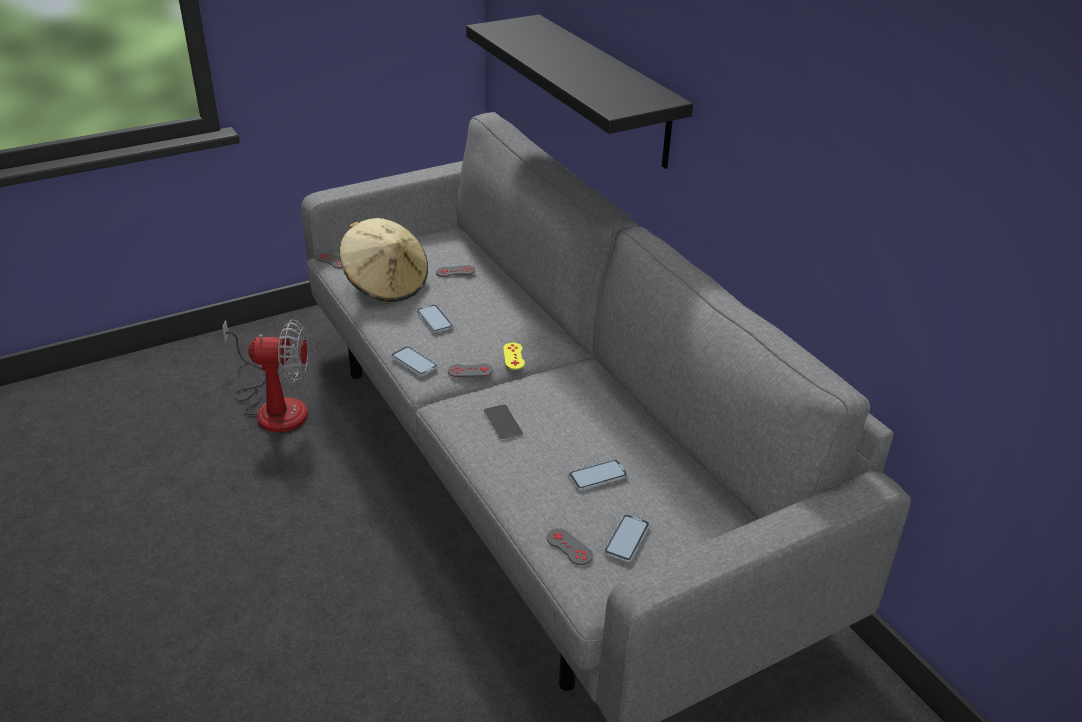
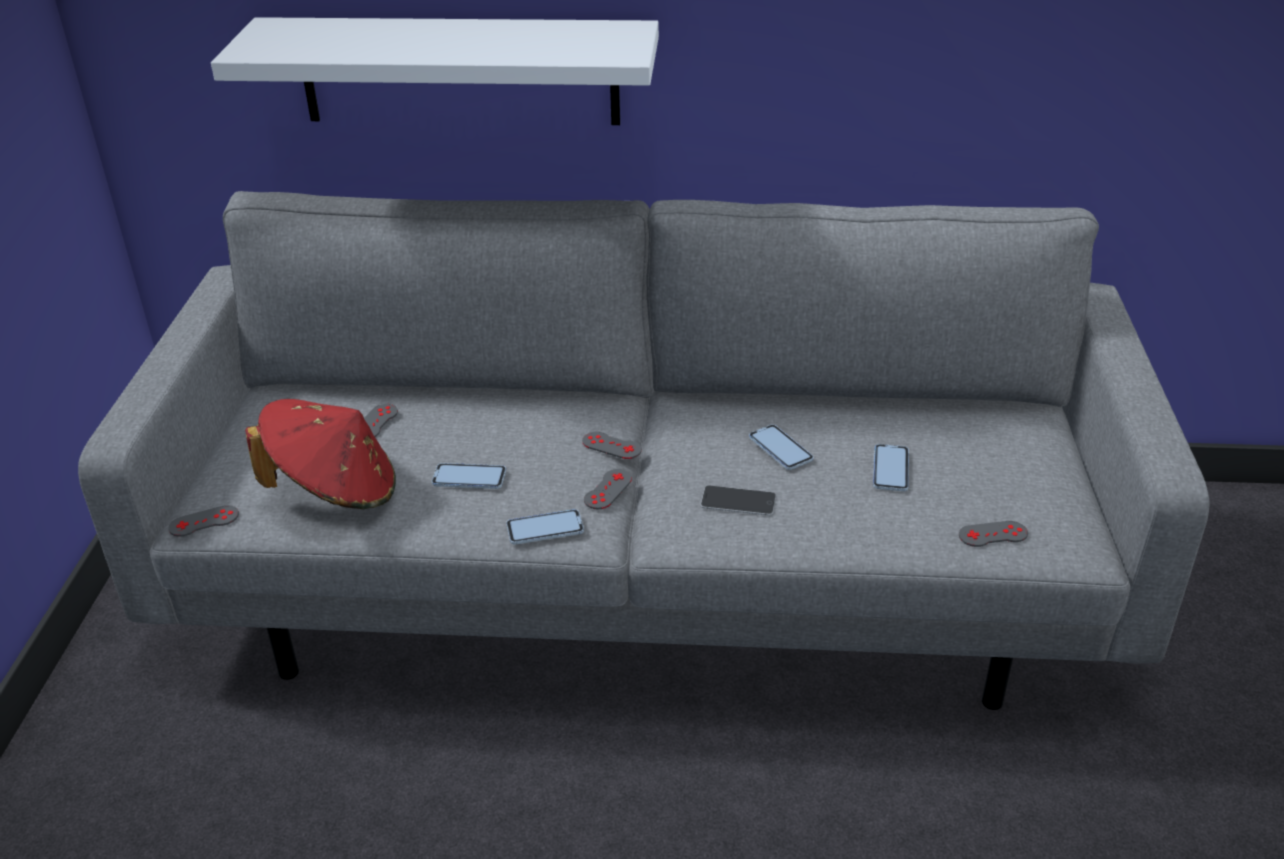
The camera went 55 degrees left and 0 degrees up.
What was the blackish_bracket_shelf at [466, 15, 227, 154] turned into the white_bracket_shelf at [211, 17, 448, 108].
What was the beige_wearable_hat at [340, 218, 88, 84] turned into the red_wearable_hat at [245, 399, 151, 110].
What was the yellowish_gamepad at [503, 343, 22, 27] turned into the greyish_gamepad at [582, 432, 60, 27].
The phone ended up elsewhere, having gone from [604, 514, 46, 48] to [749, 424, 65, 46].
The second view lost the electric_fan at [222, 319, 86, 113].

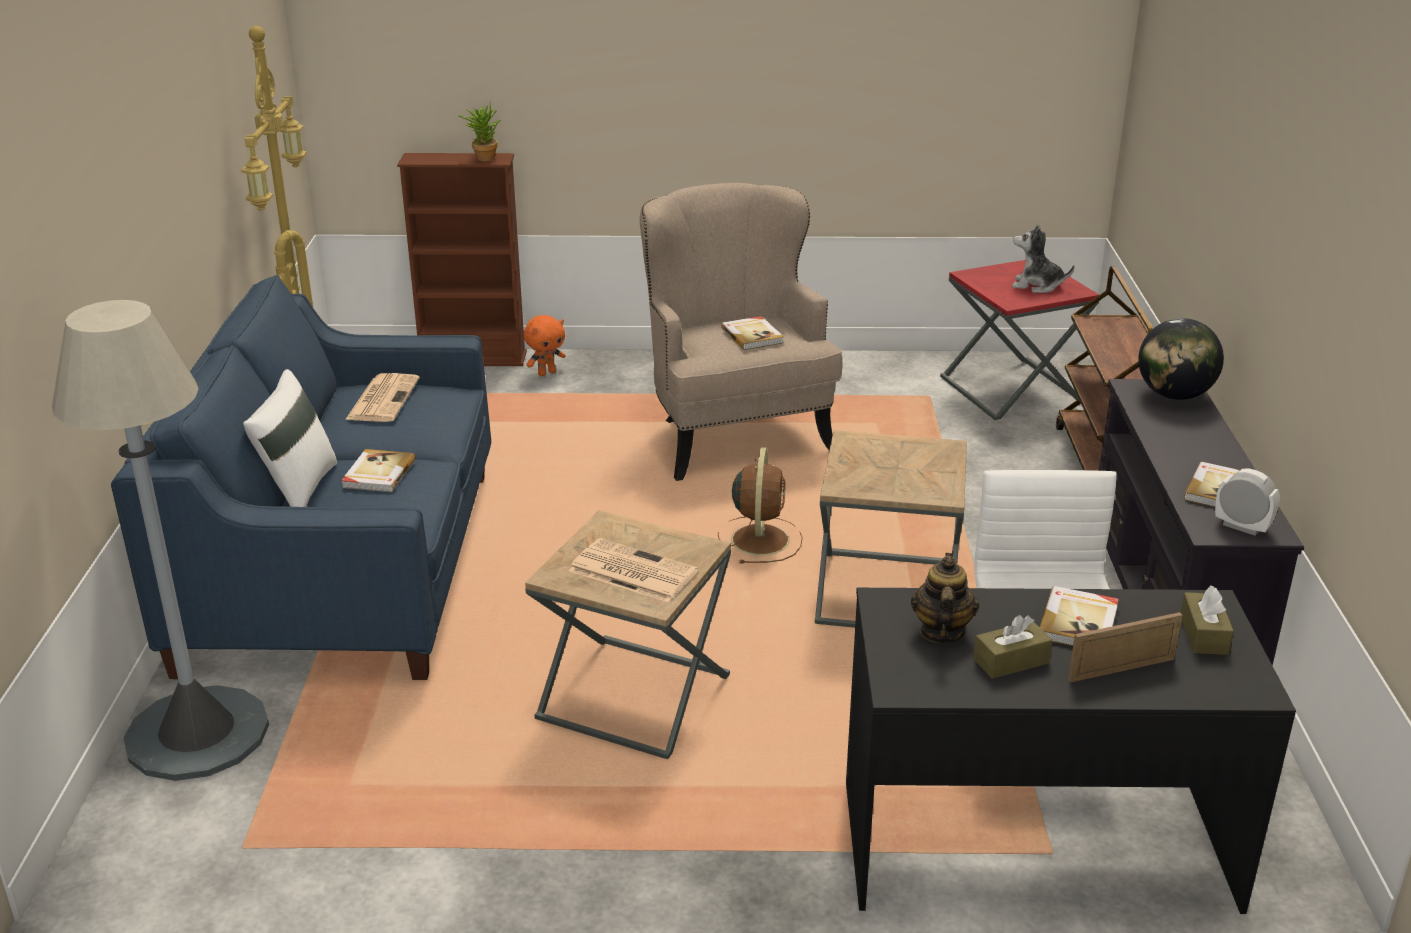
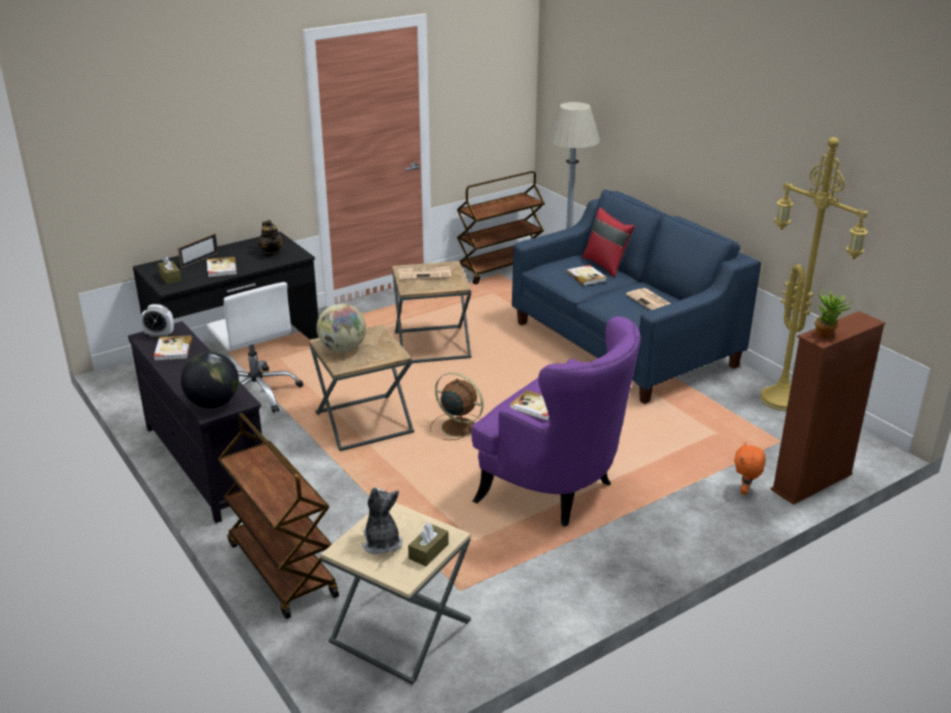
The camera went 145 degrees right and 0 degrees up.
The second view gained the globe at [317, 303, 49, 49].
What was the red_side_table at [940, 260, 159, 160] turned into the beige_side_table at [321, 503, 150, 181].
The cuddly_toy at [1012, 224, 62, 69] ended up facing another way, 90 degrees counterclockwise from before.
The brown_box_of_tissues ended up elsewhere, having gone from [973, 615, 80, 64] to [408, 523, 41, 43].
The brown_electric_fan at [718, 447, 85, 117] ended up facing another way, 150 degrees clockwise from before.
The second view gained the brown_wheeled_cart at [457, 171, 88, 113].
What was the beige_lounge_chair at [640, 183, 203, 298] turned into the purplish_lounge_chair at [472, 316, 169, 211].
What was the white_throw_pillow at [243, 369, 94, 138] turned into the red_throw_pillow at [582, 207, 53, 71].

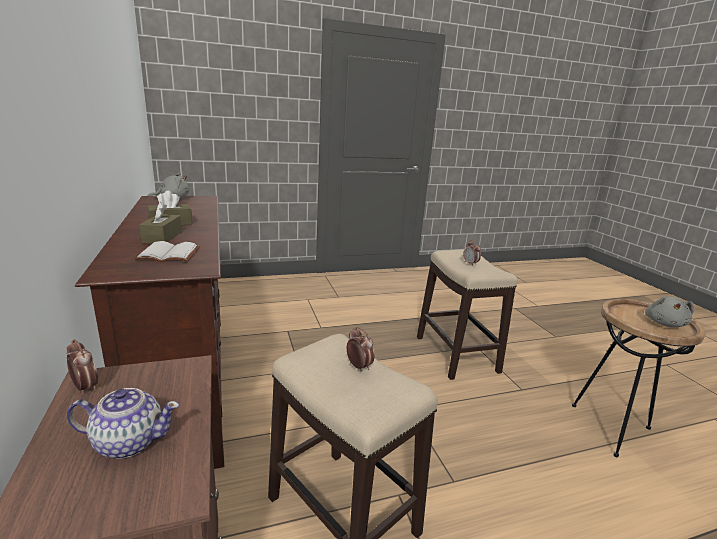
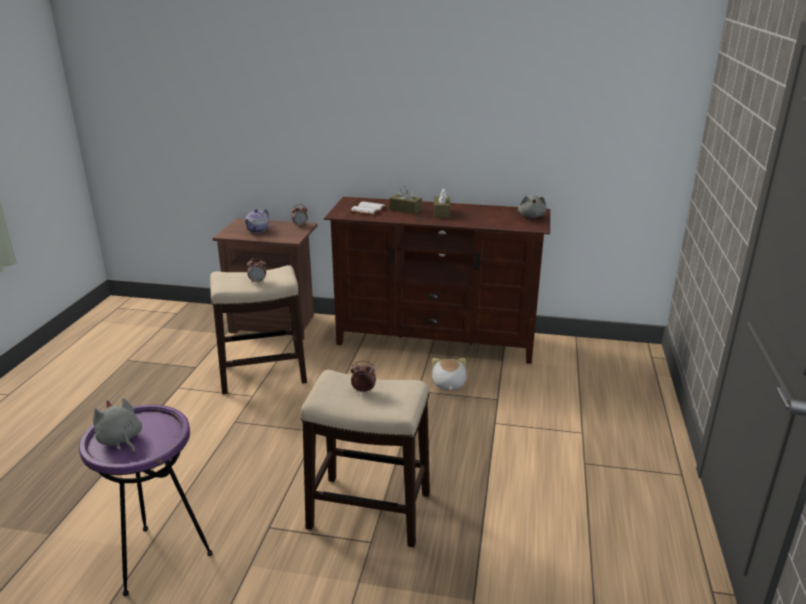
The camera went 120 degrees right and 5 degrees up.
What was the brown_side_table at [572, 299, 134, 158] turned into the purplish_side_table at [79, 405, 133, 191].
The second view gained the cuddly_toy at [432, 358, 35, 32].

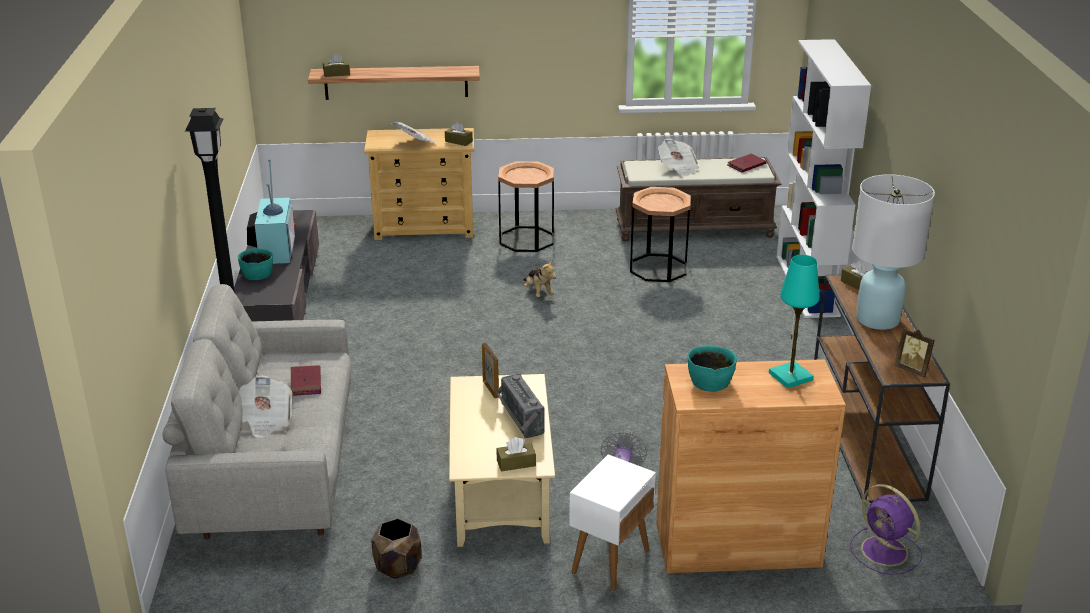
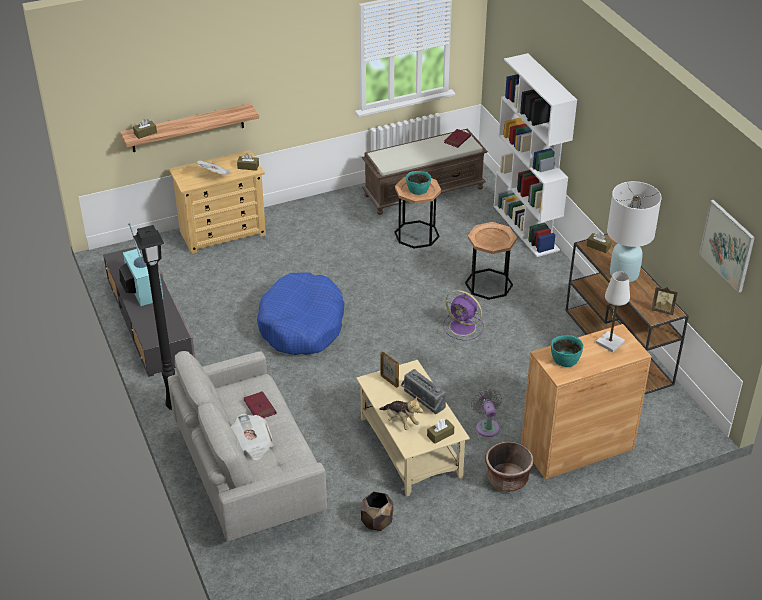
The camera went 20 degrees left and 10 degrees up.
The second view gained the bluish_dog_cushion at [257, 273, 87, 82].
The cuddly_toy ended up elsewhere, having gone from [523, 260, 33, 37] to [379, 397, 44, 33].
The turquoise_serving_bowl ended up elsewhere, having gone from [238, 248, 35, 32] to [406, 171, 25, 24].
The purplish_electric_fan ended up elsewhere, having gone from [850, 484, 72, 91] to [443, 290, 41, 51].
The brown_side_table ended up elsewhere, having gone from [498, 161, 56, 91] to [465, 222, 52, 78].
Where the white_side_table stood at [569, 454, 87, 137], the brown_flower_pot came to stand at [485, 441, 49, 51].
What was the turquoise_tabletop_lamp at [769, 255, 51, 133] turned into the white_tabletop_lamp at [596, 271, 34, 81].
The second view gained the wall_picture at [699, 200, 56, 93].
The second view lost the printed_paper at [658, 139, 41, 38].

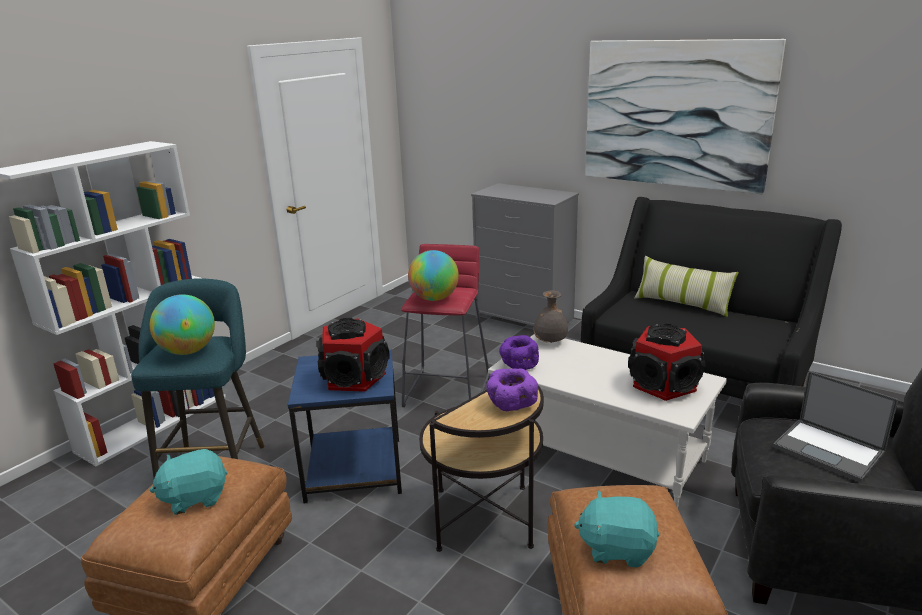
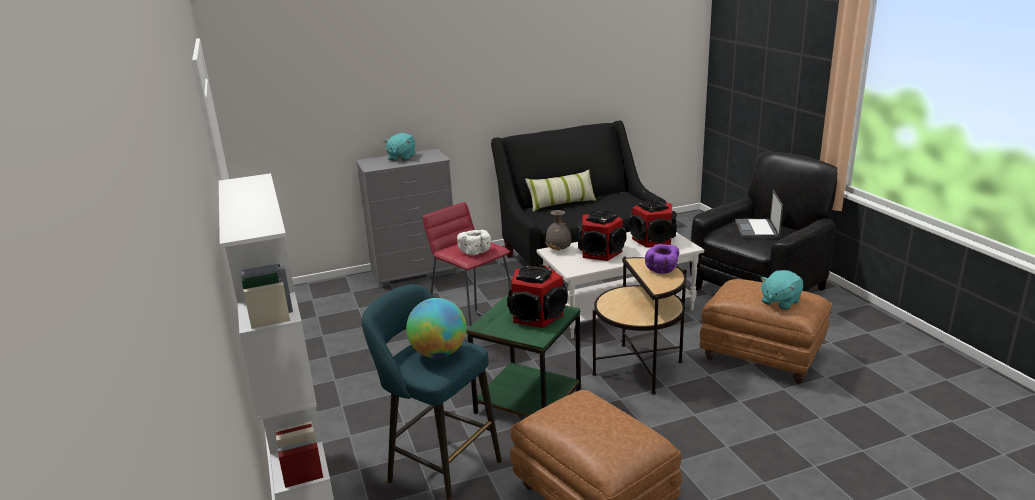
The camera went 55 degrees left and 0 degrees up.
The turquoise_cuddly_toy ended up elsewhere, having gone from [150, 449, 77, 66] to [384, 133, 31, 28].
Where the globe stood at [408, 250, 51, 51], the white_serving_bowl came to stand at [457, 230, 34, 25].
What was the bluish_side_table at [288, 349, 114, 154] turned into the greenish_side_table at [466, 294, 115, 123].
The second view gained the loudspeaker at [578, 211, 49, 50].
The portable_computer at [773, 371, 125, 111] ended up facing another way, 105 degrees clockwise from before.
The second view lost the purplish_serving_bowl at [499, 335, 40, 35].
The second view lost the wall_picture at [585, 39, 201, 155].

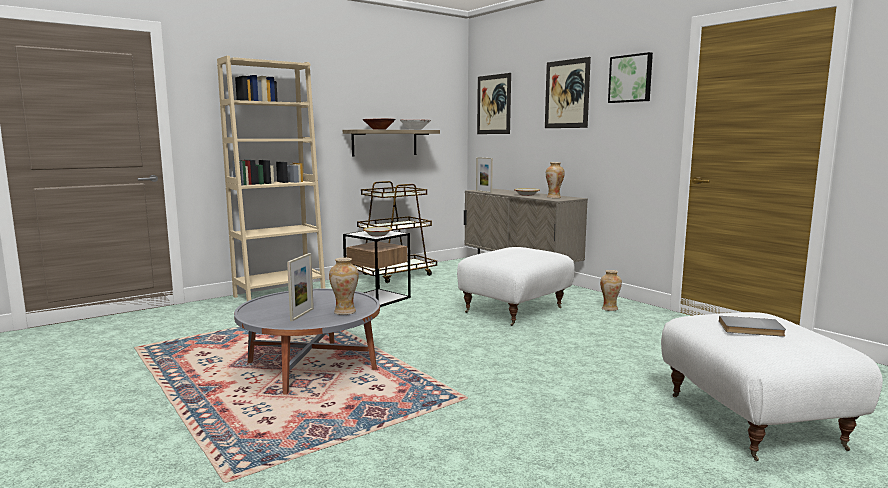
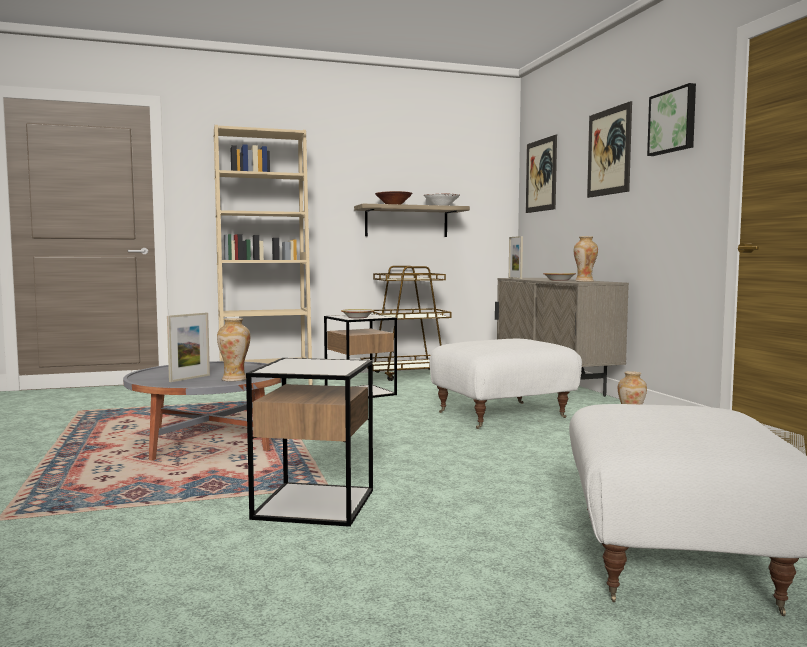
The camera went 20 degrees right and 5 degrees down.
The second view gained the side_table at [246, 358, 127, 169].
The second view lost the greyish_book at [719, 316, 67, 21].

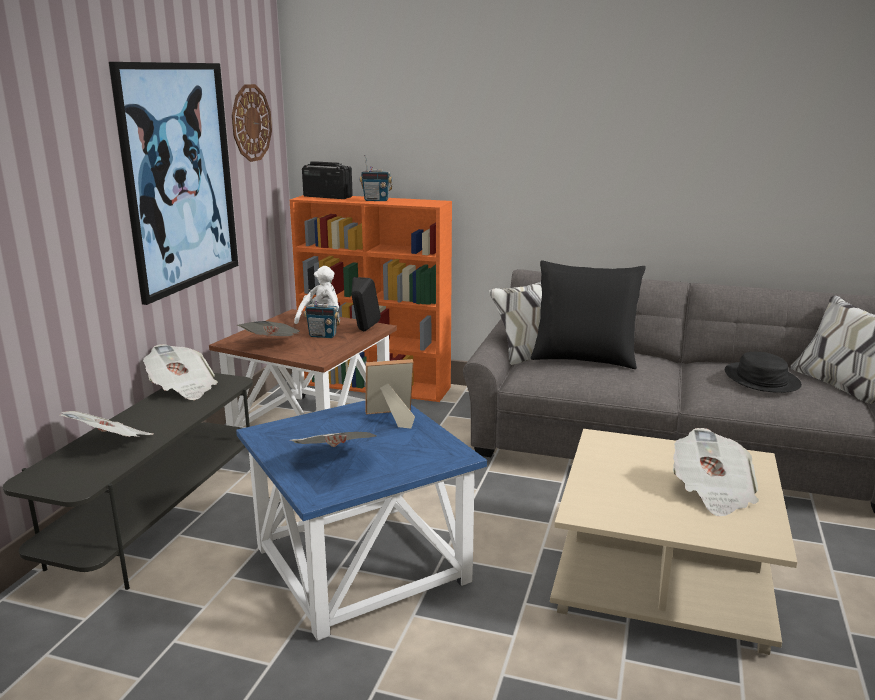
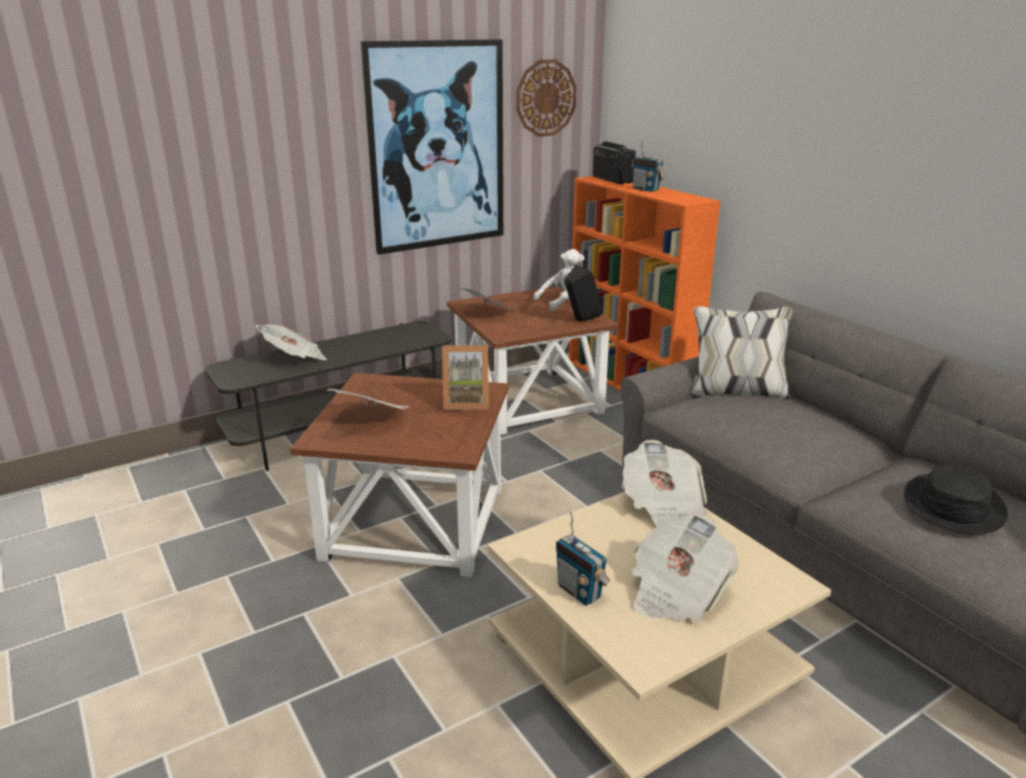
The camera went 40 degrees right and 5 degrees up.
What was the bluish_side_table at [236, 401, 251, 240] turned into the brown_side_table at [290, 373, 219, 204].
The picture_frame at [365, 359, 50, 70] ended up facing another way, 150 degrees clockwise from before.
The radio ended up elsewhere, having gone from [304, 289, 36, 49] to [556, 512, 55, 94].
The printed_paper ended up elsewhere, having gone from [143, 344, 75, 56] to [622, 440, 85, 86].
The second view lost the blackish_throw_pillow at [531, 260, 115, 109].

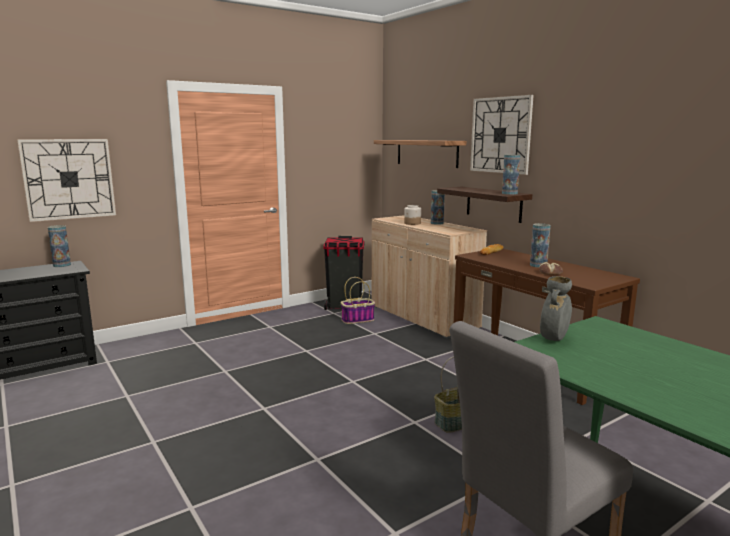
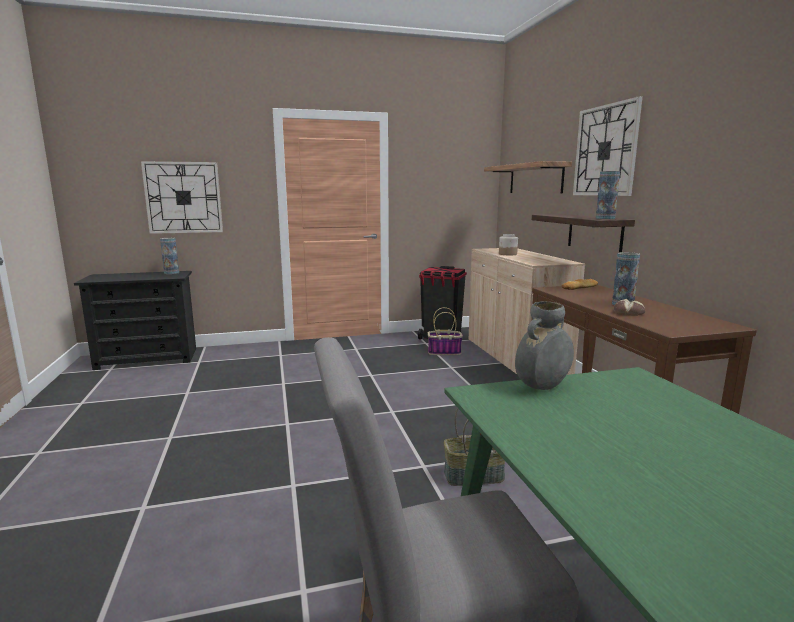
The camera went 20 degrees right and 0 degrees up.
The second view lost the flower_vase at [431, 190, 14, 35].

